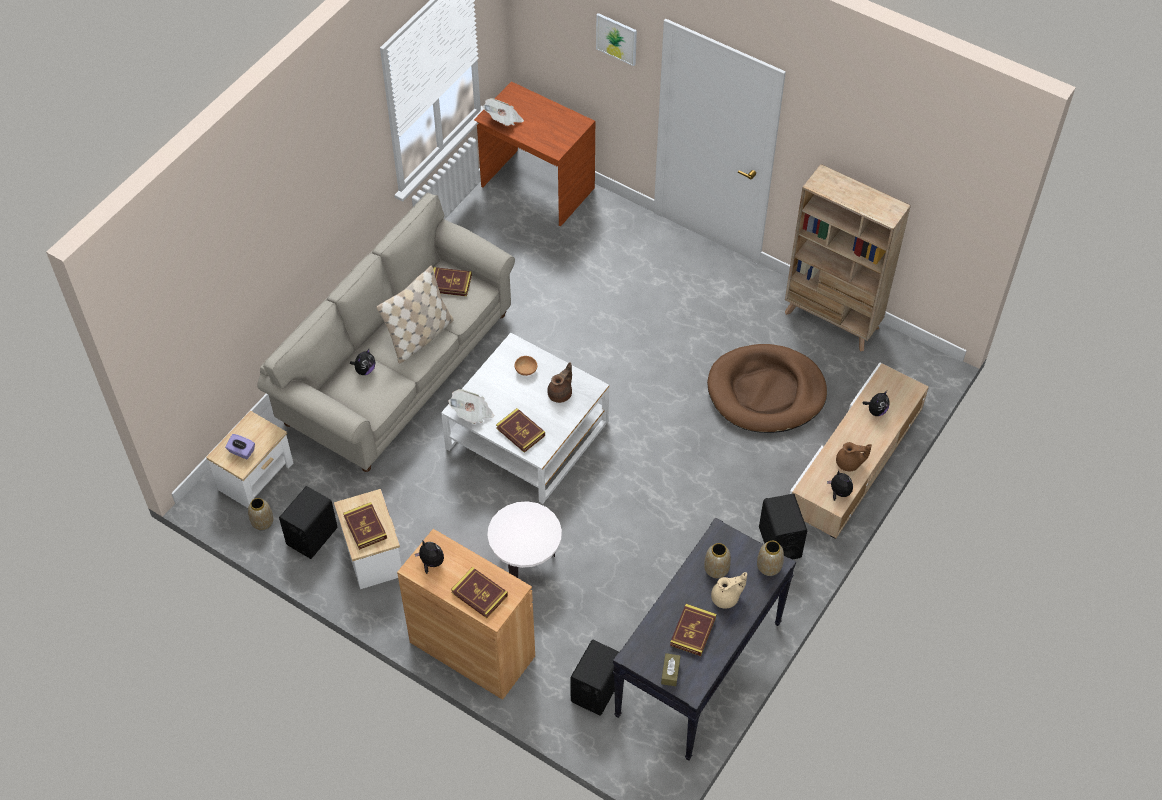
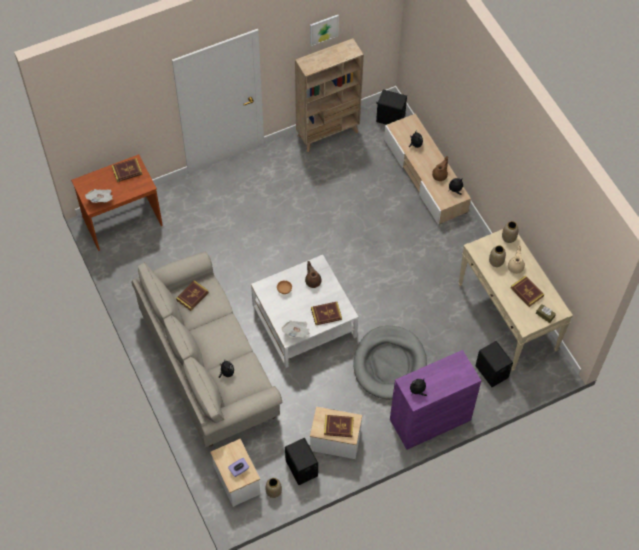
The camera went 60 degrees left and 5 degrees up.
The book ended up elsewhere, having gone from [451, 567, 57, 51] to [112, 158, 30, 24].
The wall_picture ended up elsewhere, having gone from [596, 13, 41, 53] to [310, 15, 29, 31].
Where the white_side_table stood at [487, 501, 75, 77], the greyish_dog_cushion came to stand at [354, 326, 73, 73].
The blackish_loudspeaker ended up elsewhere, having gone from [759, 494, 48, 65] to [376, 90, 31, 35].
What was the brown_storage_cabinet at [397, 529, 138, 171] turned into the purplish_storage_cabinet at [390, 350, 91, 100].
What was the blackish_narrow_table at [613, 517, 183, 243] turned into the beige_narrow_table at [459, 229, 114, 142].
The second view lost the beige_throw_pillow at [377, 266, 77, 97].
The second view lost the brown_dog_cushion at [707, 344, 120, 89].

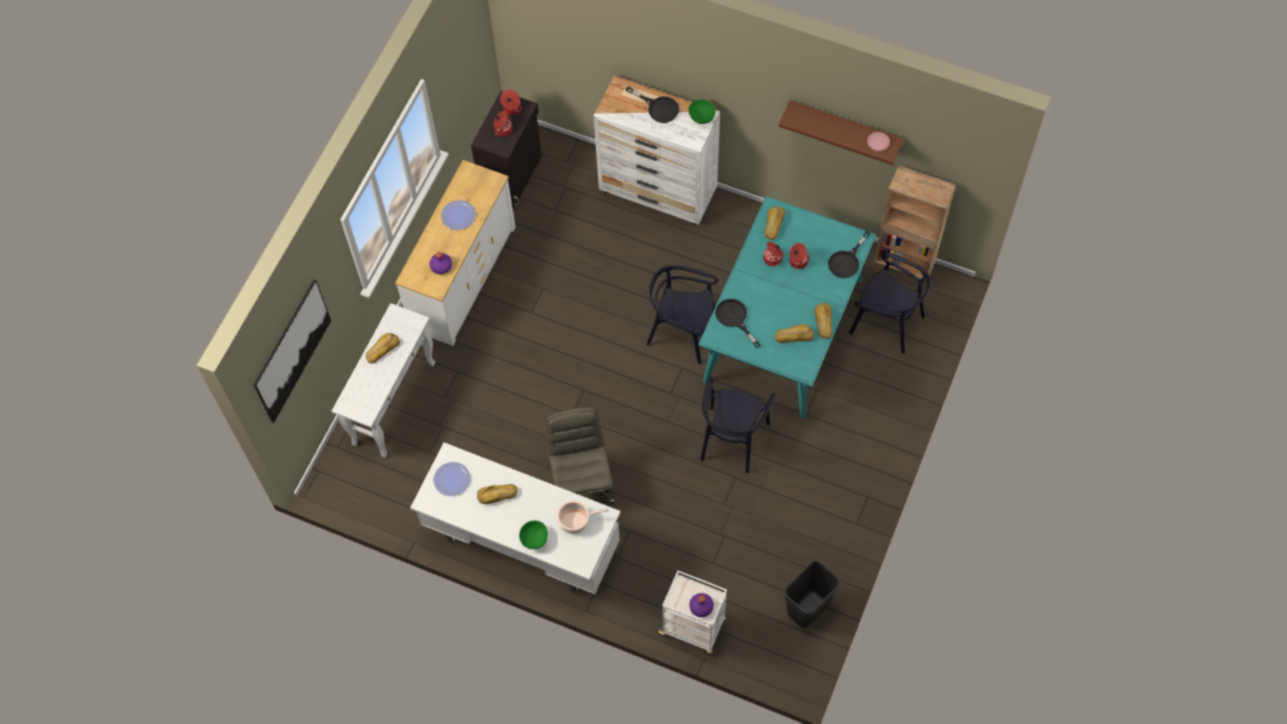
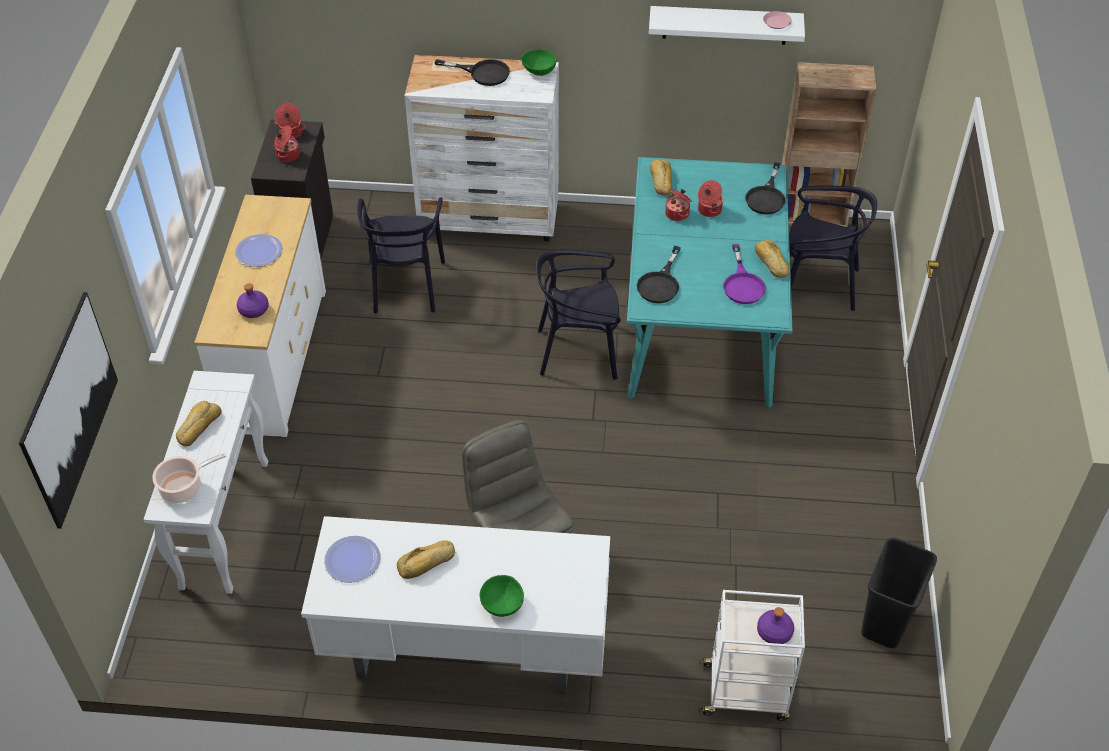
The camera went 20 degrees left and 15 degrees down.
The stockpot ended up elsewhere, having gone from [557, 501, 52, 33] to [152, 453, 74, 50].
The blackish_plain_chair ended up elsewhere, having gone from [700, 376, 75, 97] to [357, 197, 88, 116].
The blackish_skillet at [715, 299, 46, 49] ended up facing another way, 105 degrees counterclockwise from before.
What was the brown_bracket_shelf at [779, 100, 125, 65] turned into the white_bracket_shelf at [649, 6, 156, 39].
Where the bread stood at [775, 324, 39, 19], the purplish_skillet came to stand at [723, 244, 43, 60].

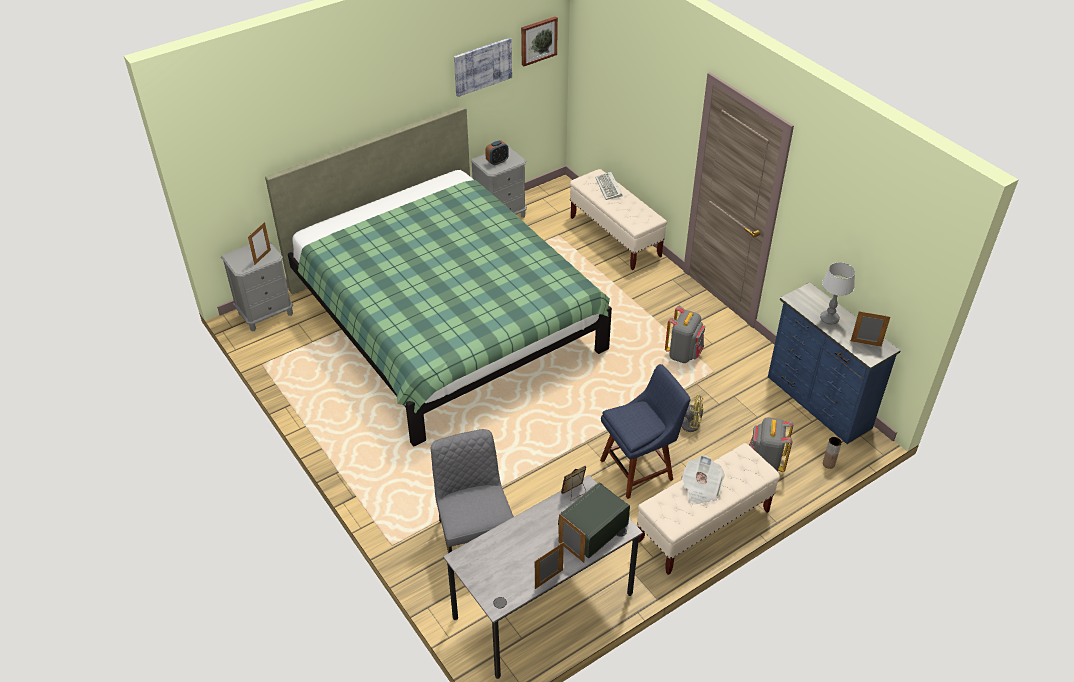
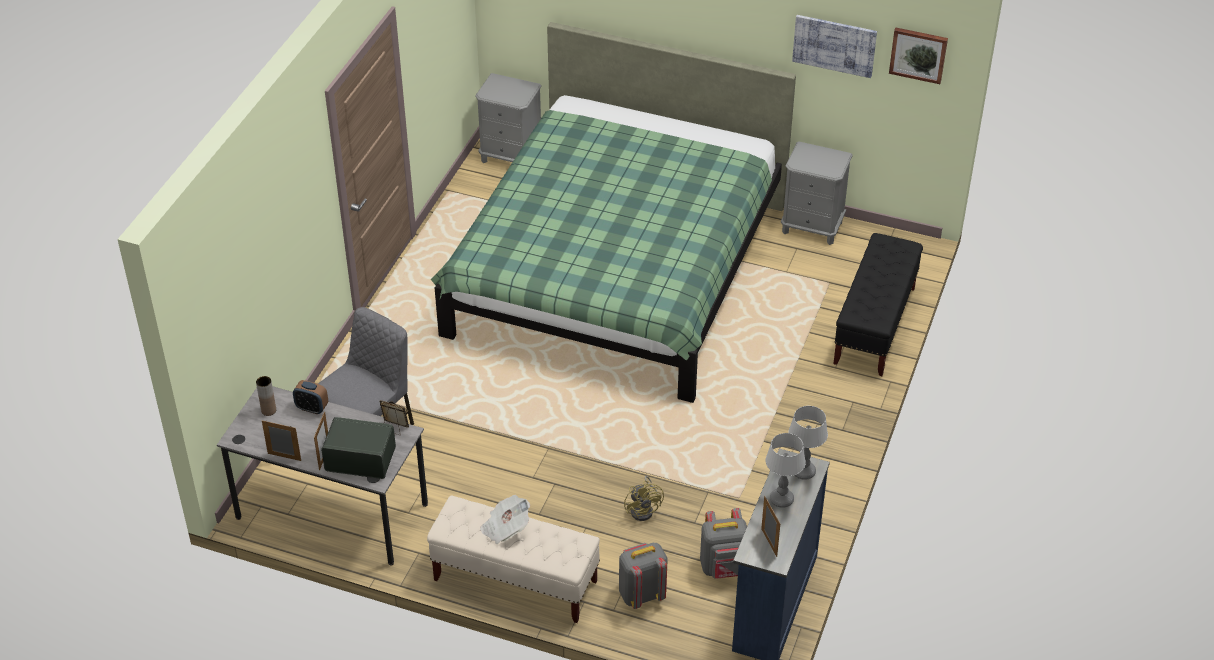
The camera went 55 degrees right and 0 degrees up.
The brown_flower_vase ended up elsewhere, having gone from [823, 437, 19, 32] to [256, 376, 20, 40].
The bedside_clock ended up elsewhere, having gone from [485, 140, 24, 26] to [293, 380, 35, 34].
The greyish_rucksack ended up elsewhere, having gone from [665, 306, 40, 57] to [700, 508, 47, 71].
The second view gained the tabletop_lamp at [788, 406, 40, 74].
What was the beige_indoor_bench at [570, 169, 97, 101] turned into the blackish_indoor_bench at [833, 233, 90, 143].
The second view lost the picture_frame at [248, 222, 23, 43].
The second view lost the PC_keyboard at [595, 172, 27, 28].
The second view lost the bluish_plain_chair at [600, 364, 91, 135].

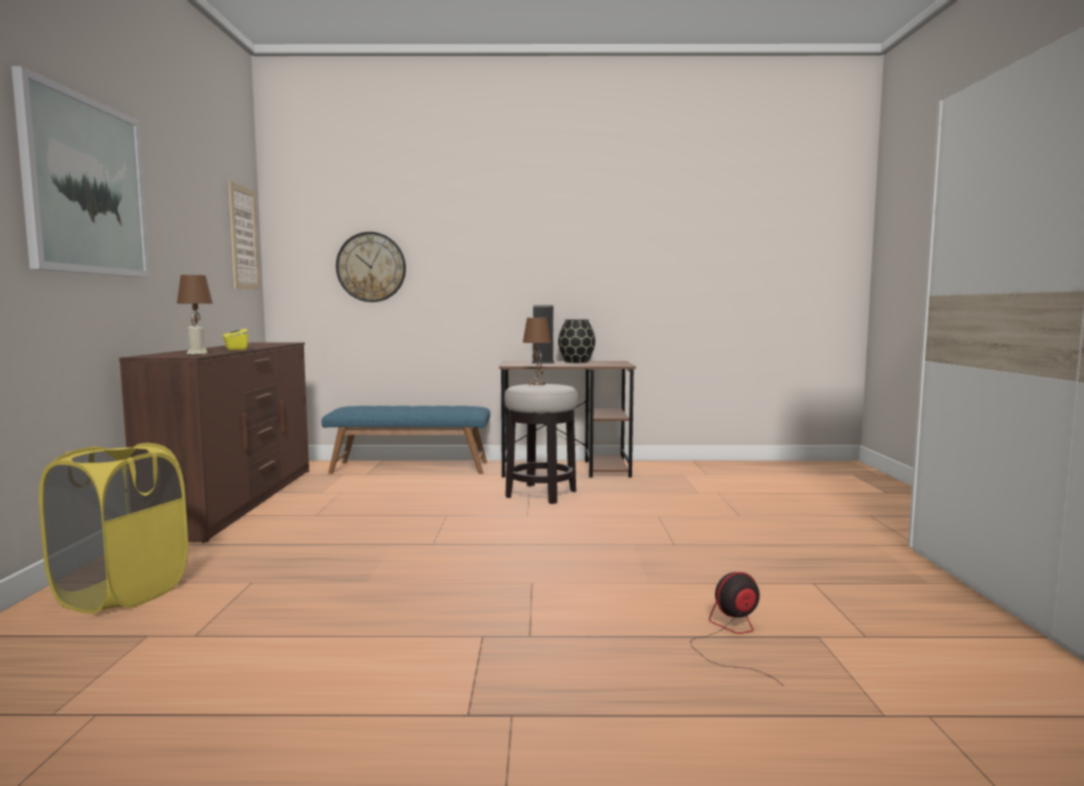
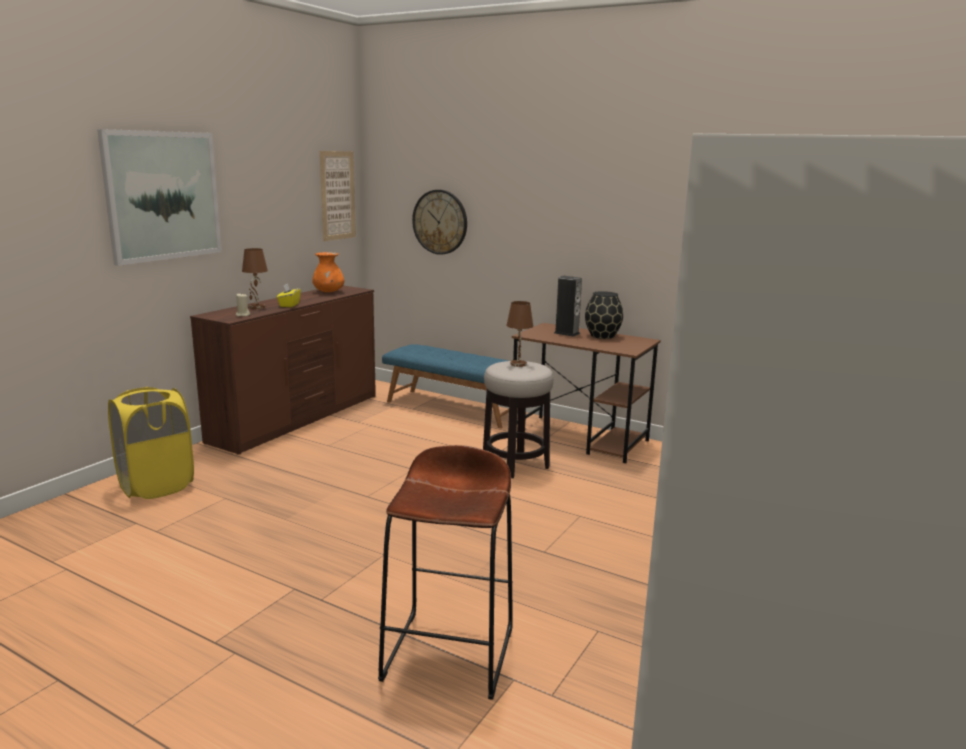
The camera went 30 degrees right and 10 degrees up.
The second view gained the orange-coloured_flower_vase at [312, 252, 32, 40].
Where the electric_fan stood at [690, 572, 94, 114], the brown_stool_seat came to stand at [378, 445, 135, 255].

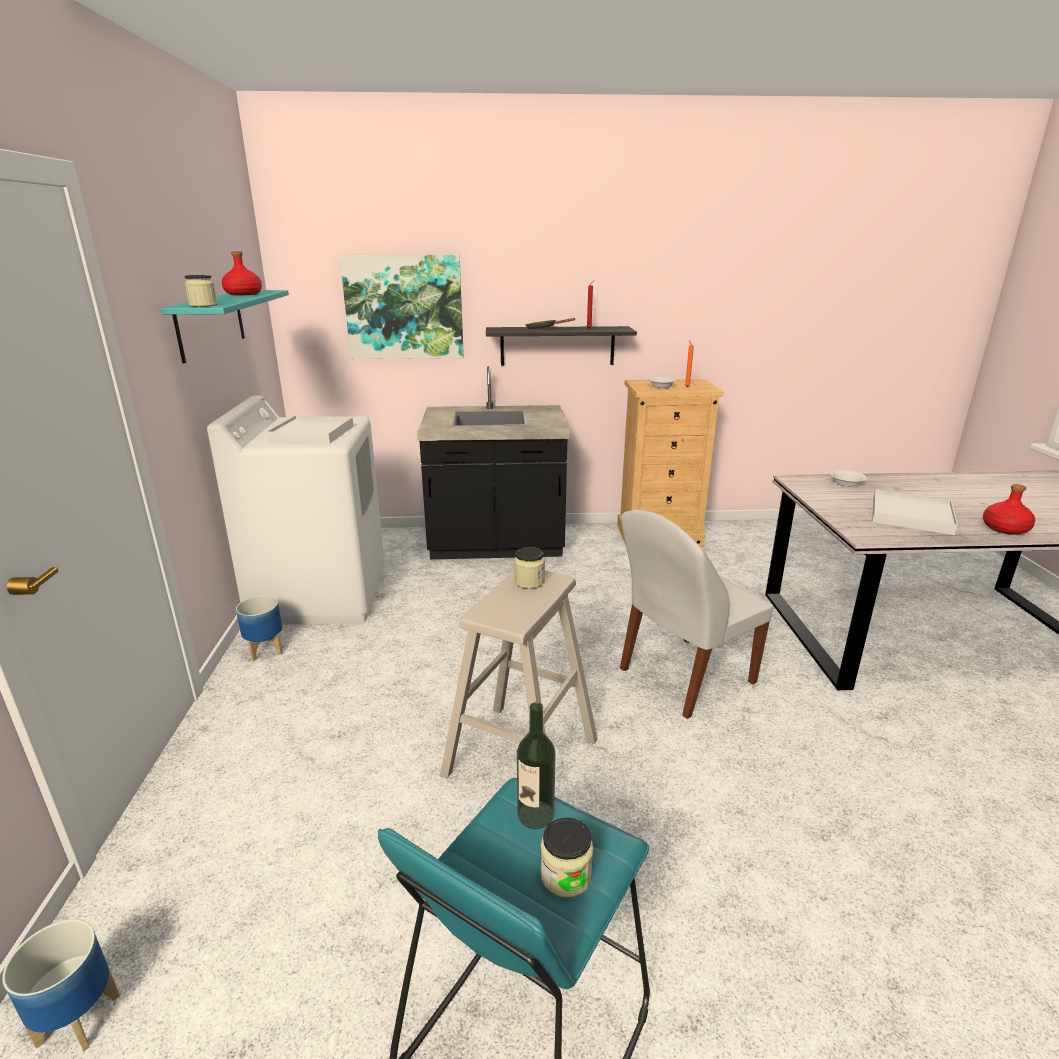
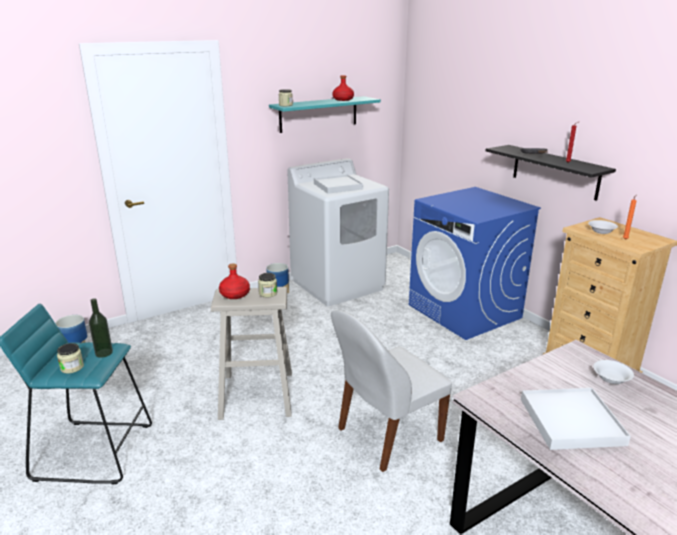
The camera went 60 degrees right and 0 degrees up.
The red_bottle ended up elsewhere, having gone from [983, 484, 52, 51] to [219, 263, 31, 36].
The white_plain_chair at [620, 510, 153, 209] ended up facing another way, 60 degrees counterclockwise from before.
Where the blackish_kitchen_base_unit stood at [417, 366, 153, 193], the bluish_washing_machine came to stand at [409, 187, 132, 153].
The second view lost the wall_picture at [340, 255, 124, 104].

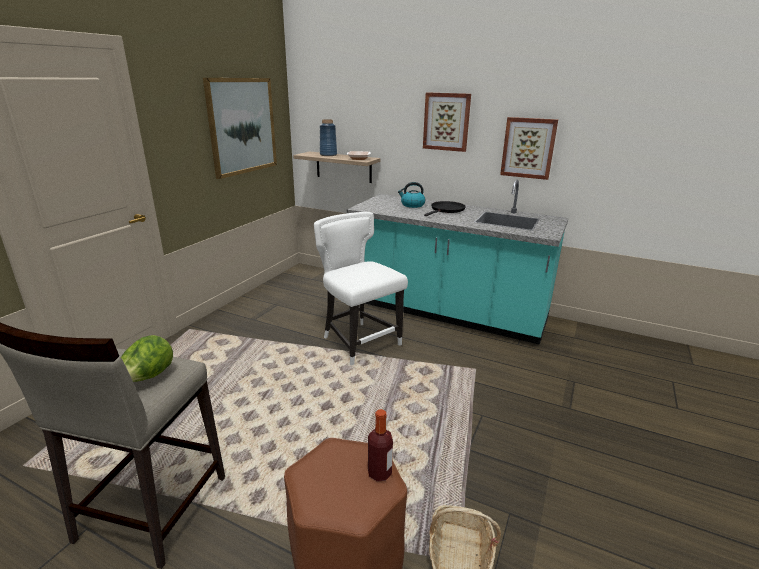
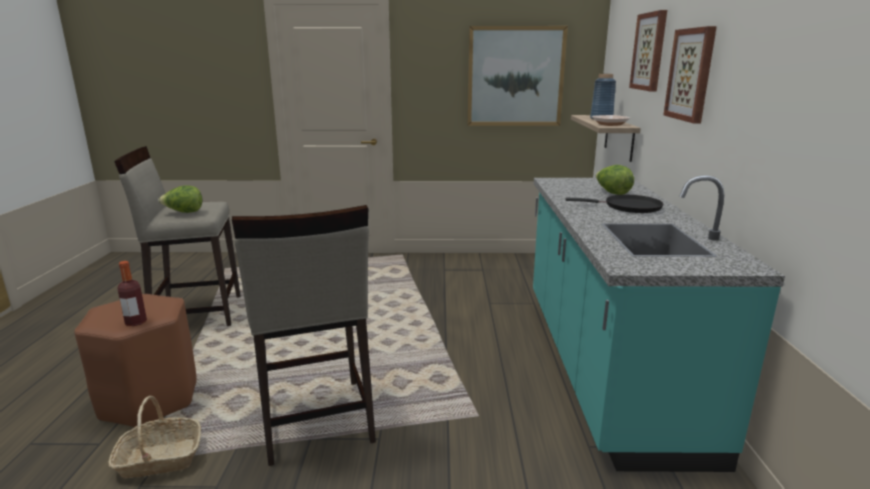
The camera went 65 degrees right and 5 degrees down.
The second view gained the beige_stool_seat at [232, 205, 144, 261].
Where the water_kettle stood at [398, 182, 27, 26], the lettuce came to stand at [596, 165, 38, 30].
The wall_picture ended up elsewhere, having gone from [500, 117, 58, 63] to [629, 10, 38, 81].
The second view lost the white_plain_chair at [314, 212, 94, 154].

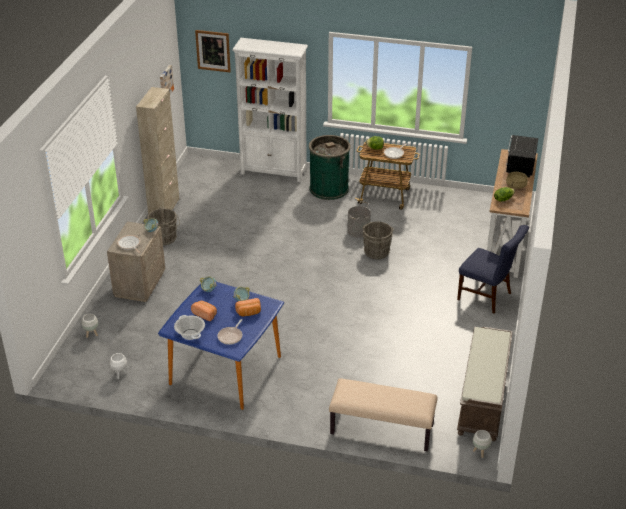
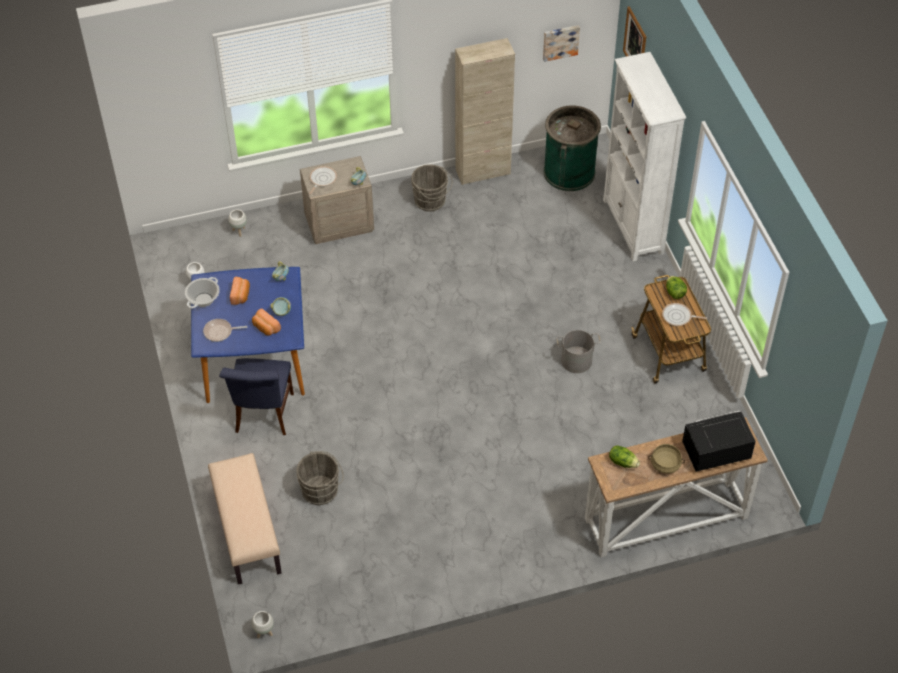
The camera went 60 degrees right and 15 degrees up.
The bluish_plain_chair ended up elsewhere, having gone from [457, 225, 72, 88] to [219, 358, 75, 77].
The greyish_pail ended up elsewhere, having gone from [362, 221, 32, 38] to [296, 451, 48, 54].
The greenish_rubbish_bin ended up elsewhere, having gone from [309, 135, 42, 65] to [544, 105, 57, 86].
The second view lost the brown_indoor_bench at [457, 327, 55, 114].

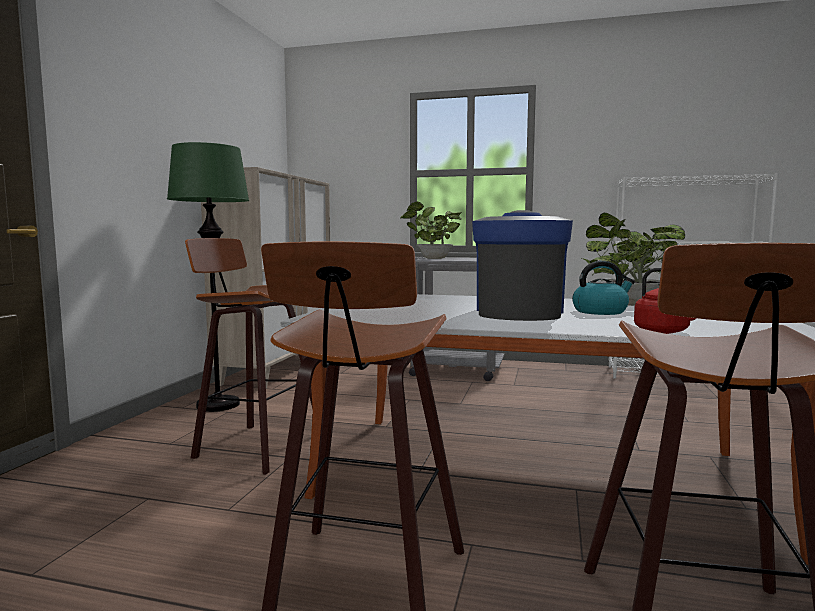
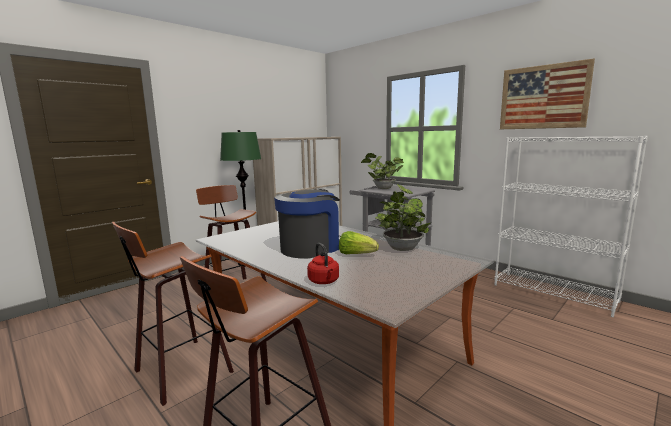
The camera went 30 degrees right and 5 degrees up.
Where the water_kettle stood at [572, 261, 63, 54], the lettuce came to stand at [339, 231, 40, 23].
The second view gained the wall_picture at [500, 58, 95, 71].

